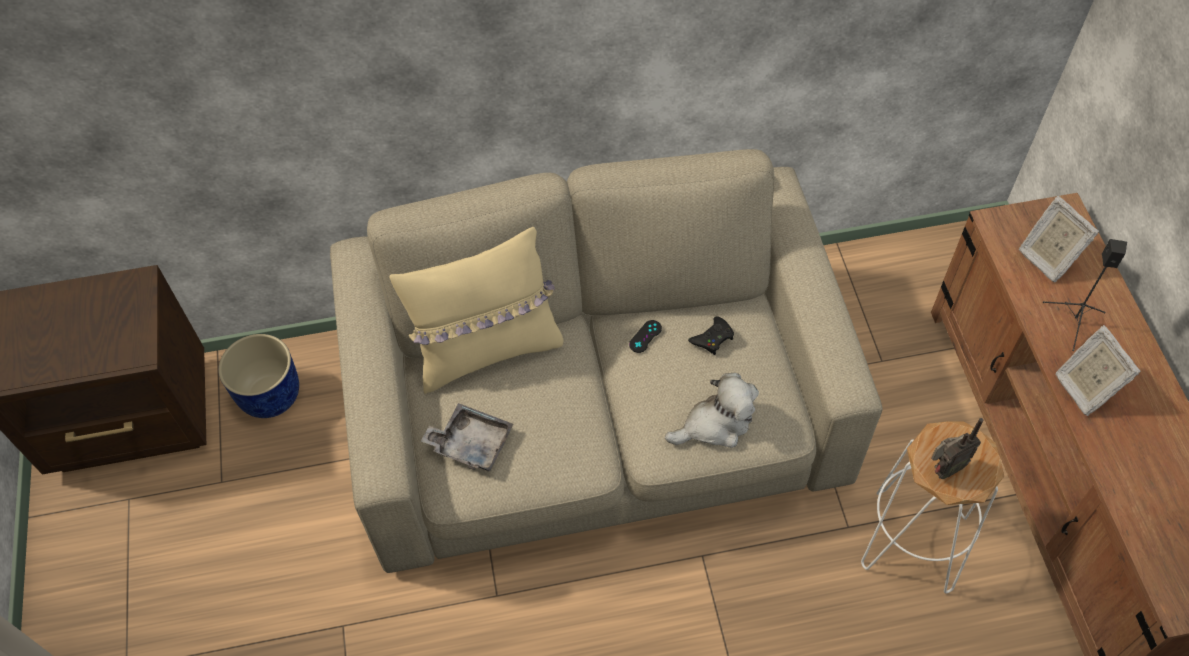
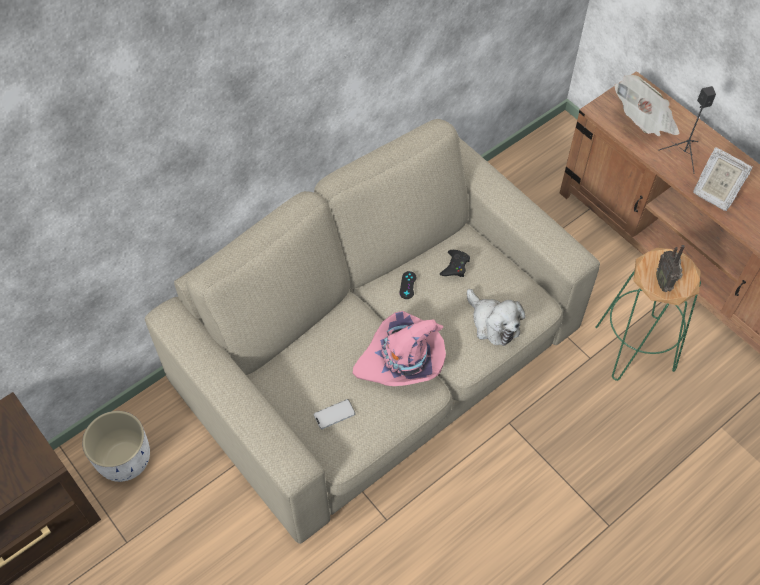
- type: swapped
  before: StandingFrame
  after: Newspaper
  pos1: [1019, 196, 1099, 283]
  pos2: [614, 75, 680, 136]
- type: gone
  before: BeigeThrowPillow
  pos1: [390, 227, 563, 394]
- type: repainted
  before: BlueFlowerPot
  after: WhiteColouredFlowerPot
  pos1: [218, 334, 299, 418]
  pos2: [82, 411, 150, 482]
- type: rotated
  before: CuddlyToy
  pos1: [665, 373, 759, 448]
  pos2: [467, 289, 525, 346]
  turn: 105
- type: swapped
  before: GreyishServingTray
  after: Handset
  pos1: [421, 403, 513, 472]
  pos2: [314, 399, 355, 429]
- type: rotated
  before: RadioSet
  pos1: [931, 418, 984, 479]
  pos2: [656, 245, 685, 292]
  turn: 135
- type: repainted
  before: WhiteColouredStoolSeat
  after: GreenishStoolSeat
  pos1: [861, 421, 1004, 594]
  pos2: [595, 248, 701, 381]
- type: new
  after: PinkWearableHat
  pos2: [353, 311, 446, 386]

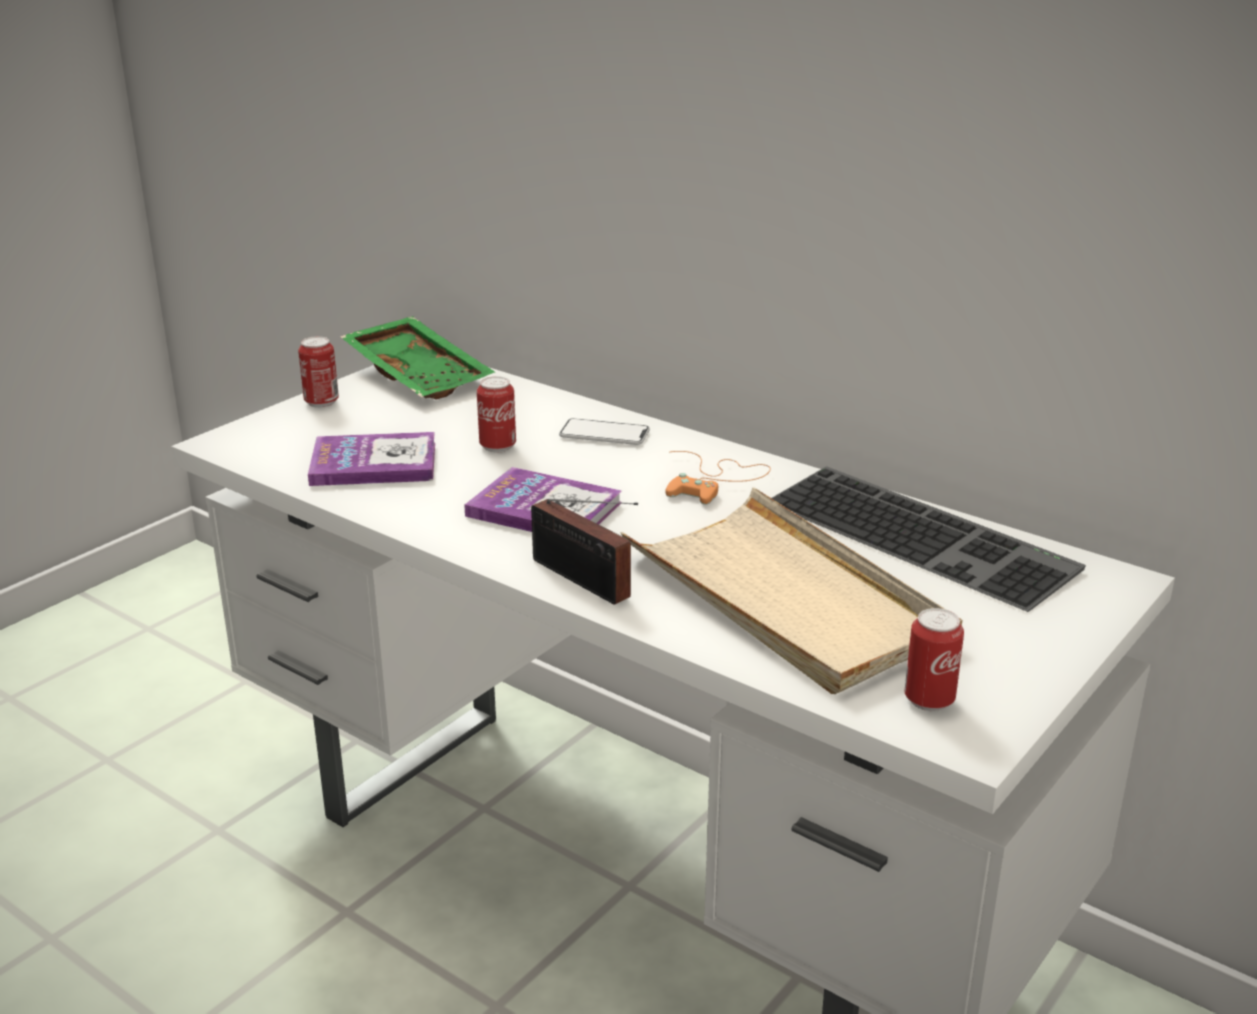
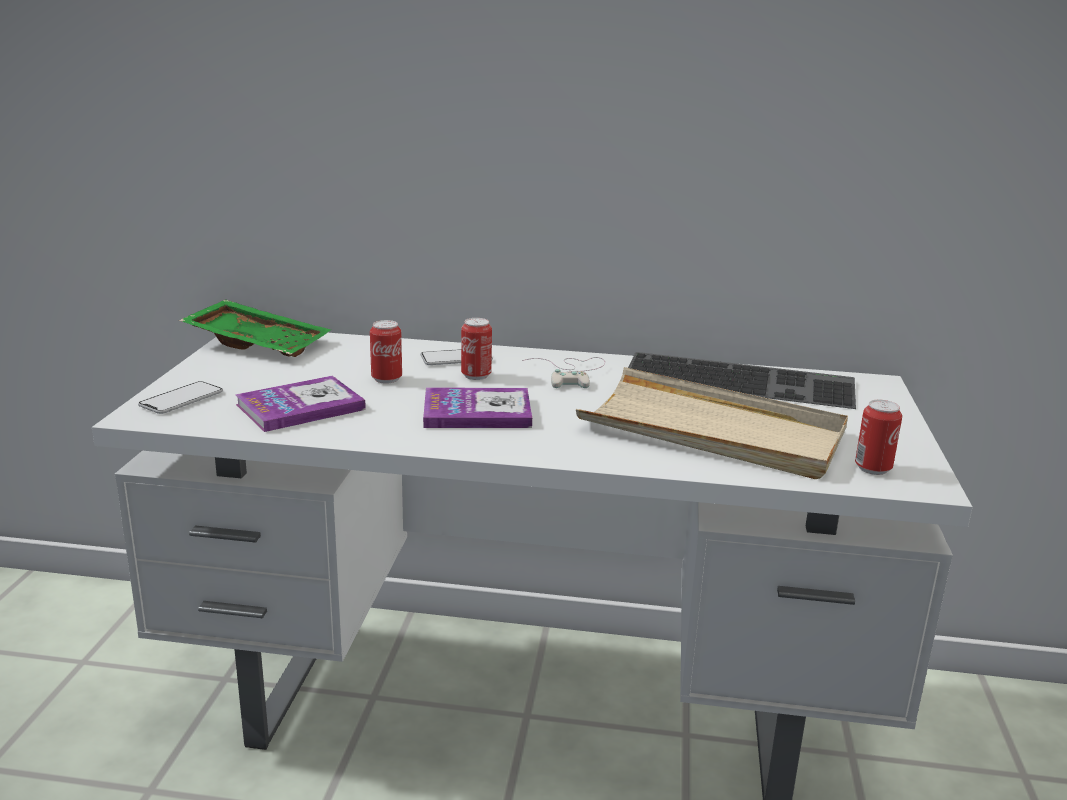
- type: shifted
  before: Can
  pos1: [298, 336, 339, 408]
  pos2: [461, 318, 492, 380]
- type: repainted
  before: OrangeyGameController
  after: WhiteColouredGameController
  pos1: [665, 451, 771, 505]
  pos2: [522, 357, 605, 388]
- type: gone
  before: RadioSet
  pos1: [531, 499, 638, 605]
- type: new
  after: Handset
  pos2: [138, 381, 223, 414]

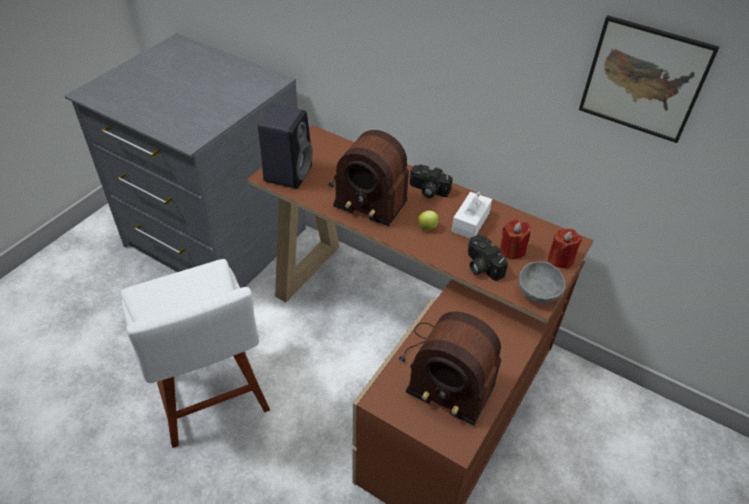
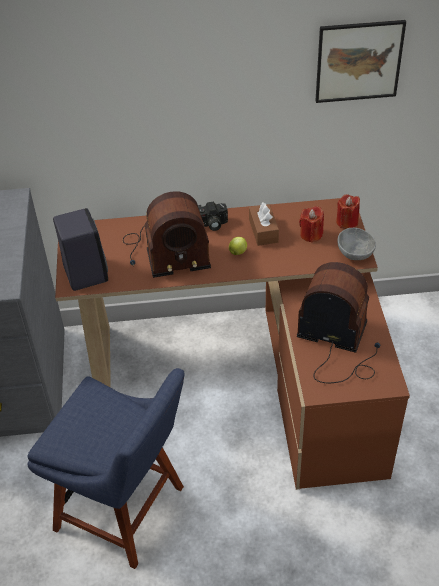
- type: repainted
  before: WhiteColouredTissueHolder
  after: BrownTissueHolder
  pos1: [451, 191, 492, 238]
  pos2: [249, 202, 279, 246]
- type: gone
  before: PhotoCamera
  pos1: [467, 234, 508, 281]
- type: repainted
  before: WhiteColouredUprightChair
  after: BlueUprightChair
  pos1: [121, 259, 270, 448]
  pos2: [27, 368, 185, 569]
- type: rotated
  before: RadioSet
  pos1: [399, 312, 502, 426]
  pos2: [297, 262, 380, 384]
  turn: -150

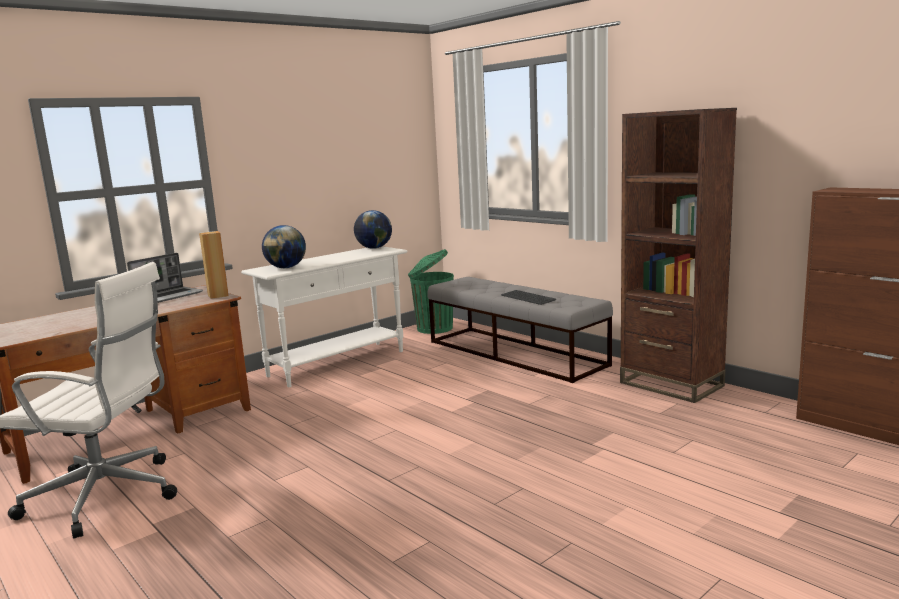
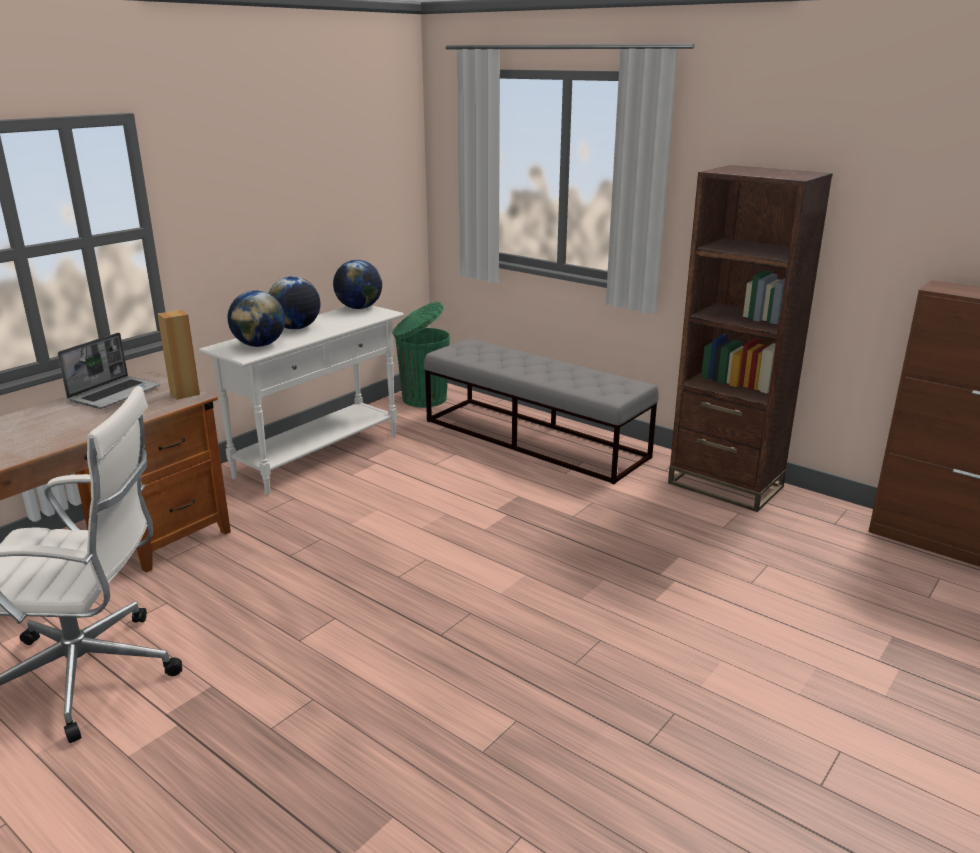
- type: gone
  before: PcKeyboard
  pos1: [501, 290, 556, 305]
- type: new
  after: WorldGlobe
  pos2: [268, 276, 320, 329]

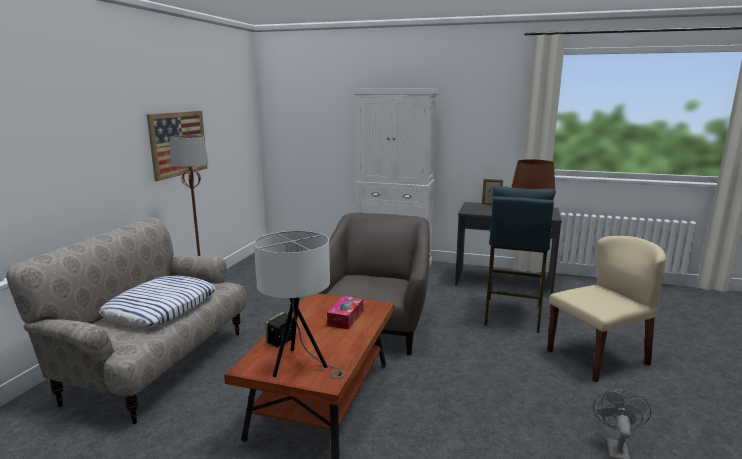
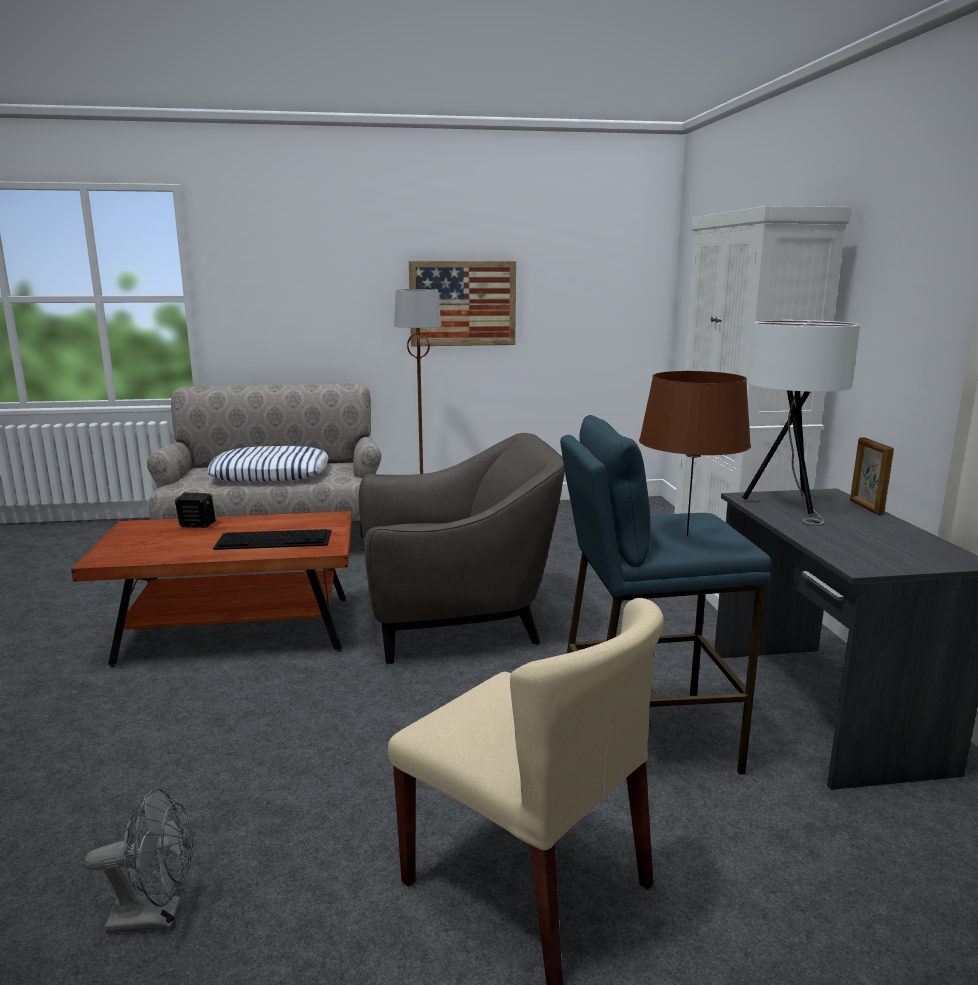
- type: shifted
  before: WhiteColouredTableLamp
  pos1: [254, 230, 345, 379]
  pos2: [742, 320, 860, 525]
- type: swapped
  before: TissueHolder
  after: PcKeyboard
  pos1: [327, 296, 363, 330]
  pos2: [213, 529, 332, 550]

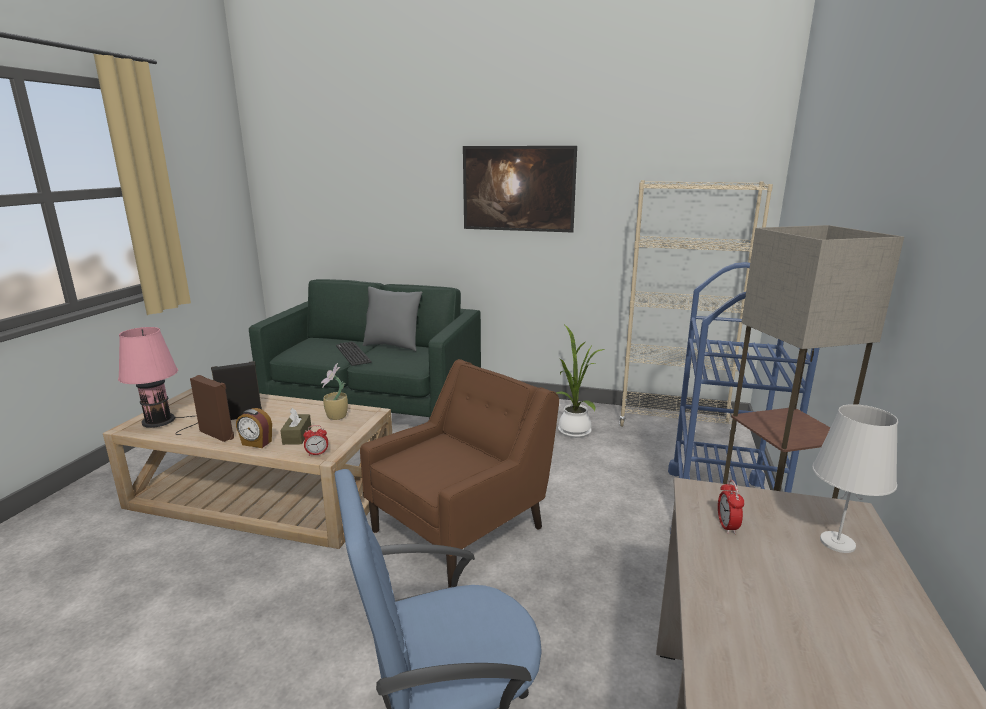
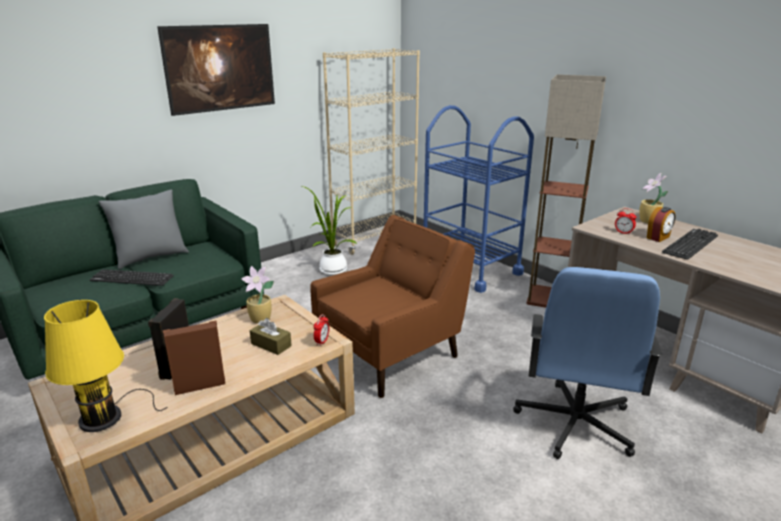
- type: repainted
  before: PinkTableLamp
  after: YellowTableLamp
  pos1: [118, 327, 197, 435]
  pos2: [44, 300, 168, 432]
- type: rotated
  before: BrownArmchair
  pos1: [360, 359, 559, 587]
  pos2: [310, 215, 475, 398]
  turn: 60
- type: swapped
  before: WhiteColouredTableLamp
  after: PottedPlant
  pos1: [812, 404, 898, 553]
  pos2: [639, 173, 668, 223]
- type: shifted
  before: AlarmClock
  pos1: [236, 408, 272, 448]
  pos2: [647, 207, 675, 242]
- type: new
  after: PcKeyboard
  pos2: [662, 229, 718, 260]

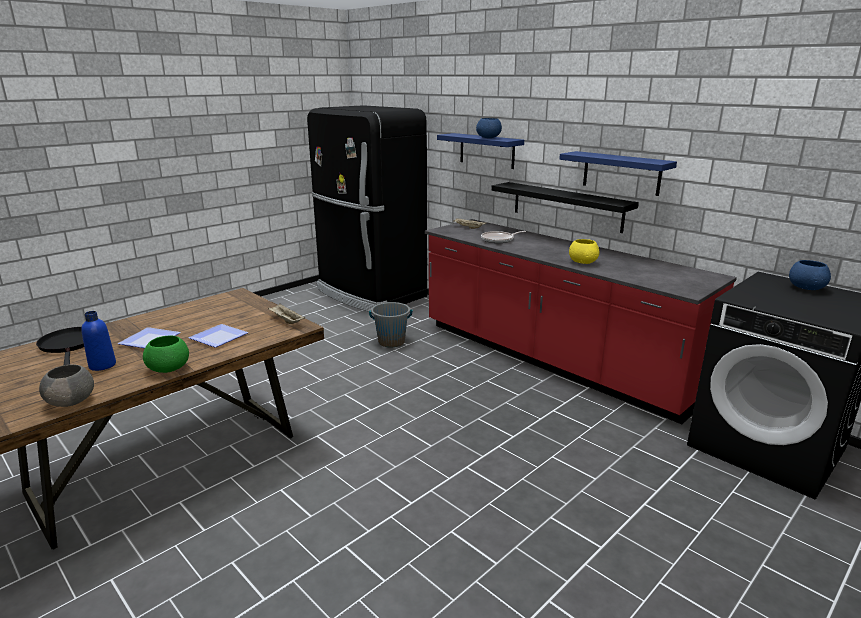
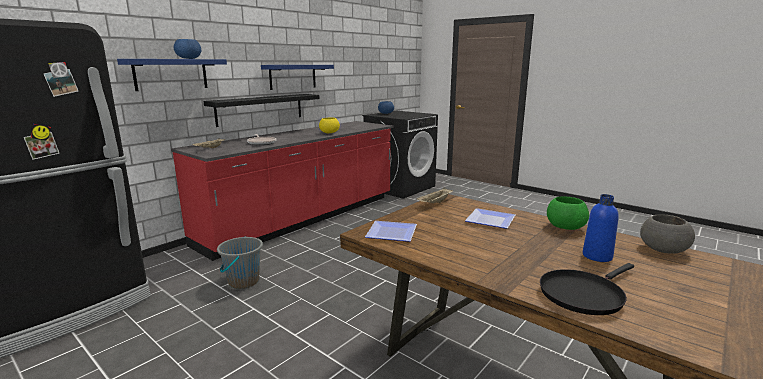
- type: shifted
  before: DinnerPlate
  pos1: [117, 327, 181, 348]
  pos2: [365, 221, 417, 242]

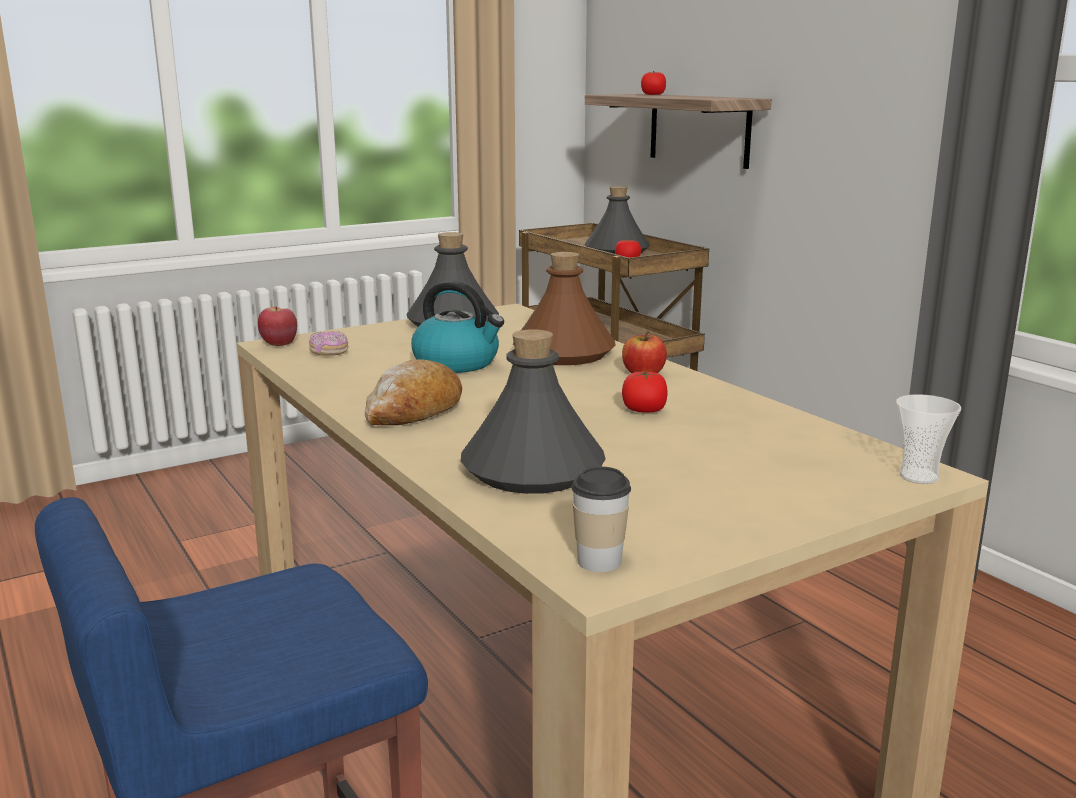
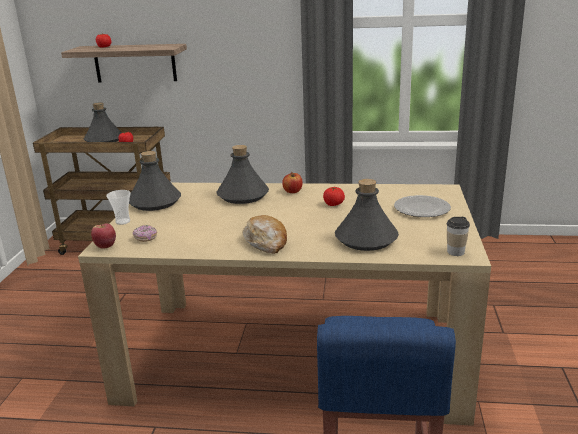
- type: repainted
  before: BrownBeverageBottle
  after: GreyishBeverageBottle
  pos1: [513, 252, 616, 365]
  pos2: [216, 145, 269, 204]
- type: gone
  before: TeaKettle
  pos1: [411, 281, 504, 373]
- type: shifted
  before: Cup
  pos1: [896, 394, 961, 484]
  pos2: [106, 190, 131, 225]
- type: new
  after: DinnerPlate
  pos2: [394, 195, 451, 217]

